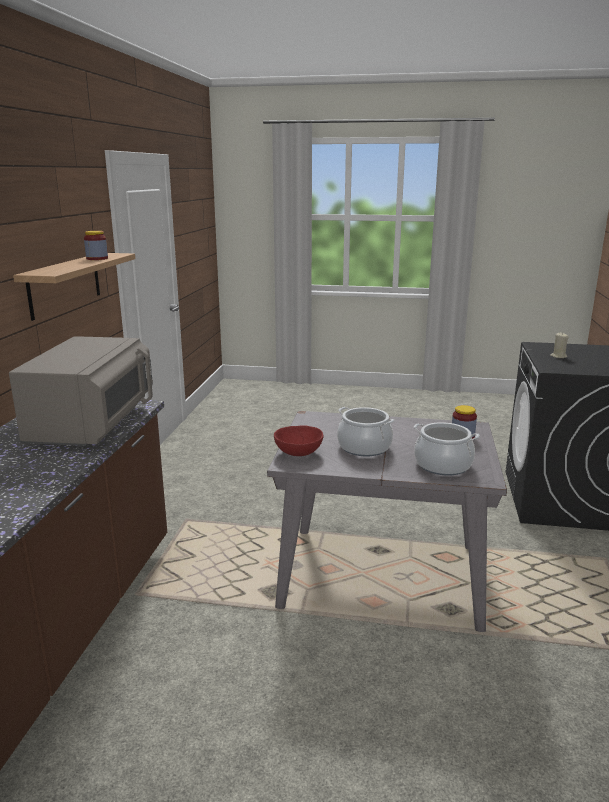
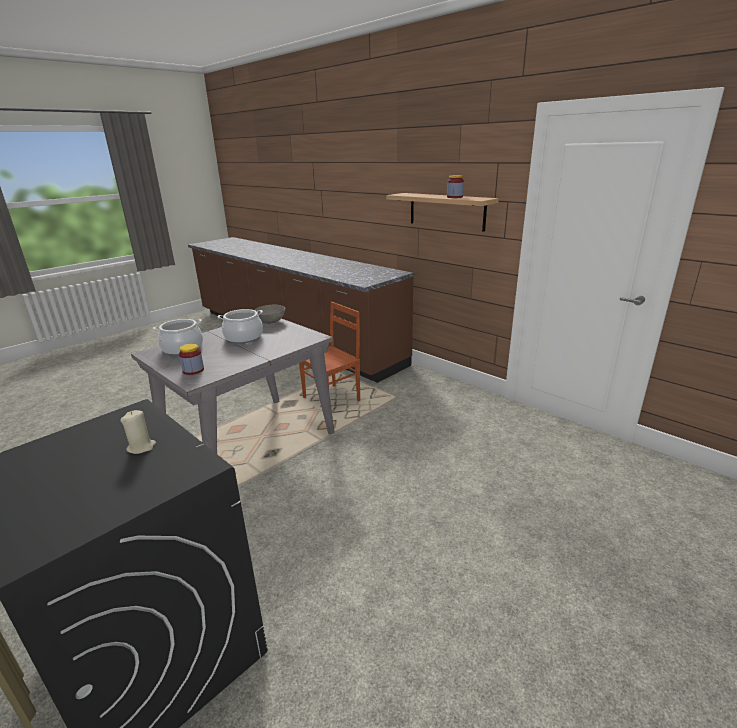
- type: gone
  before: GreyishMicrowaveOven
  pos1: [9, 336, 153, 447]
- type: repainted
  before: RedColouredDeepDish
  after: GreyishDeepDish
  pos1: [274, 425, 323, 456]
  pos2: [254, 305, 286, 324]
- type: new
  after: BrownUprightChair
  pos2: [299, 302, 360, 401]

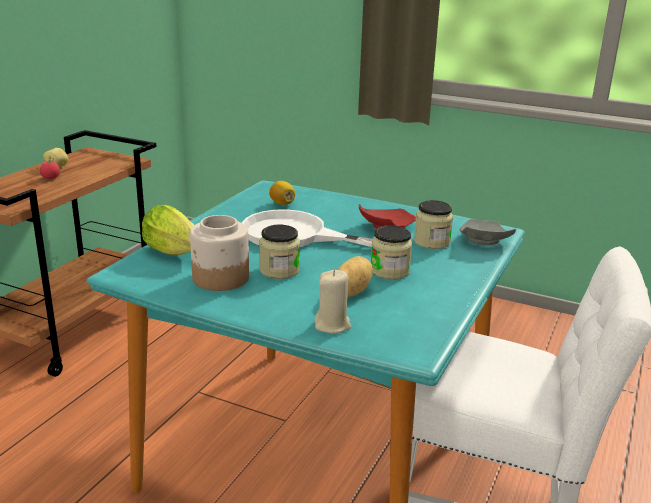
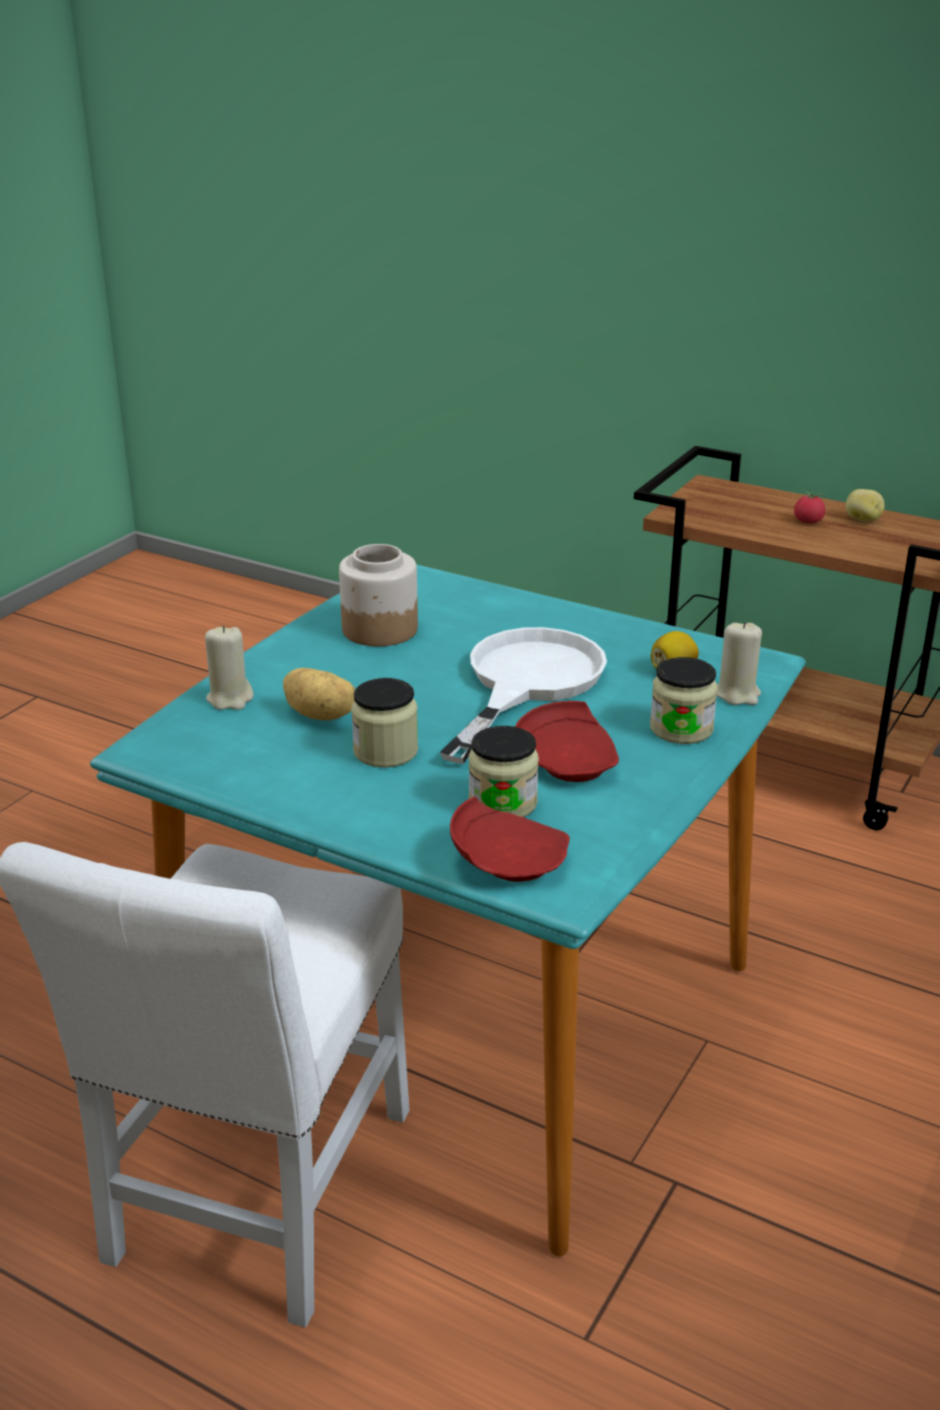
- type: gone
  before: HeadOfLettuce
  pos1: [142, 205, 194, 255]
- type: repainted
  before: GreyishDinnerPlate
  after: RedColouredDinnerPlate
  pos1: [459, 219, 516, 245]
  pos2: [450, 797, 570, 882]
- type: shifted
  before: StorageJar
  pos1: [259, 225, 300, 279]
  pos2: [650, 657, 718, 744]
- type: new
  after: BeigeCandle
  pos2: [717, 621, 762, 705]

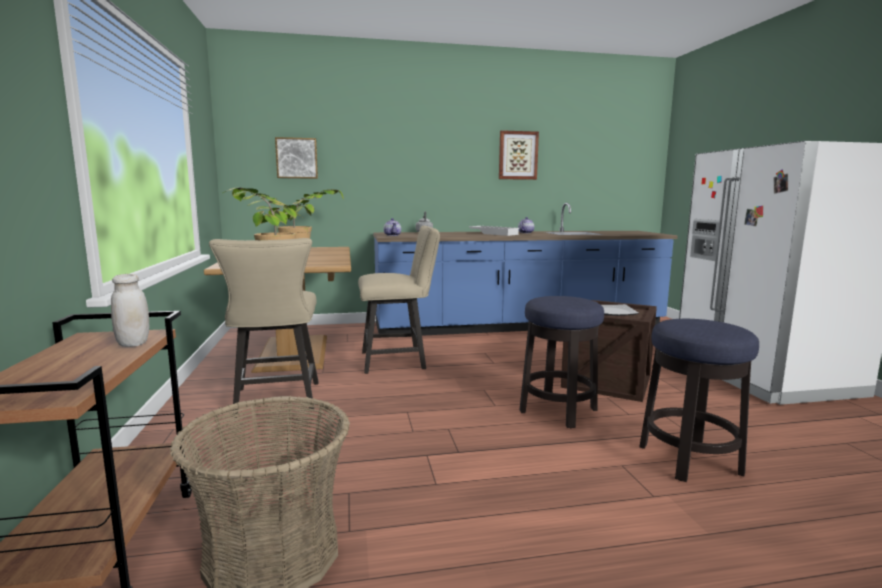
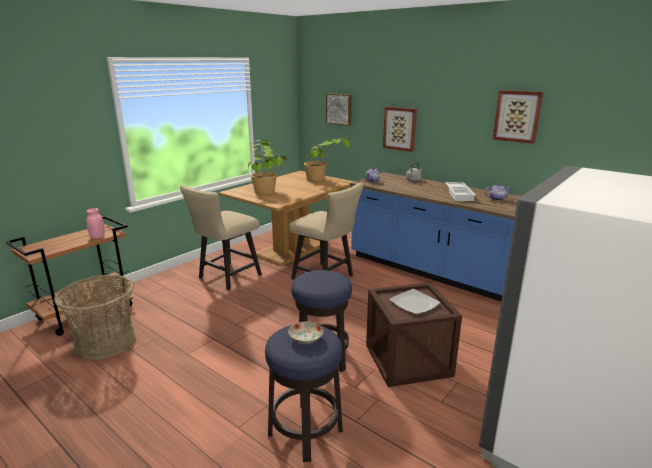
- type: repainted
  before: WhiteColouredStorageJar
  after: PinkStorageJar
  pos1: [111, 274, 149, 347]
  pos2: [86, 208, 105, 239]
- type: new
  after: Picture
  pos2: [383, 107, 417, 152]
- type: new
  after: DinnerPlate
  pos2: [288, 322, 323, 343]

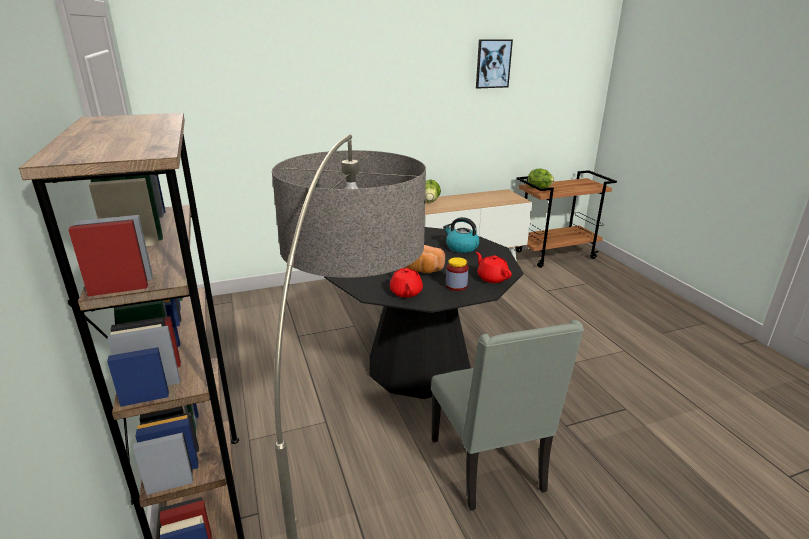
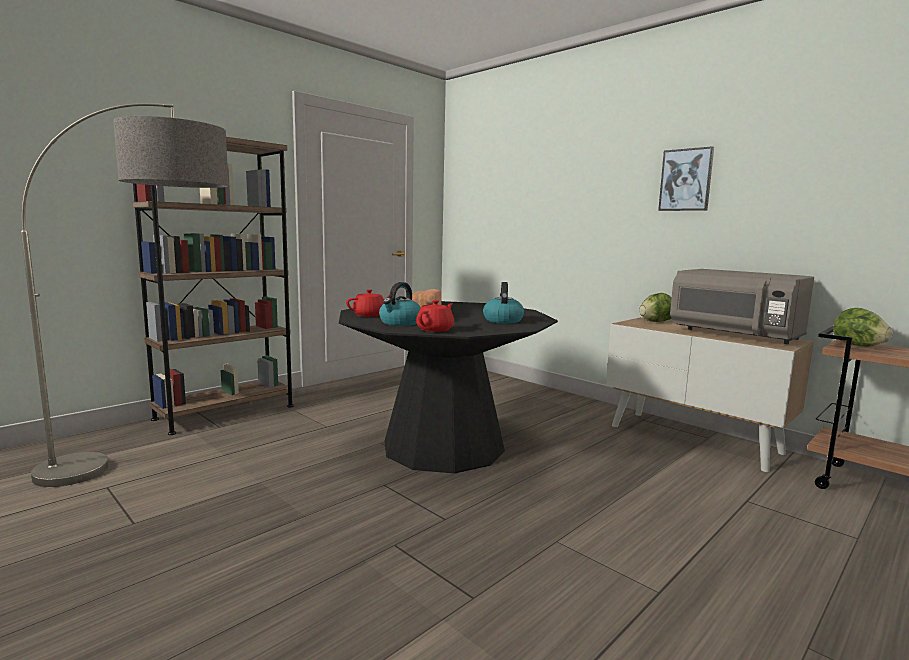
- type: shifted
  before: Picture
  pos1: [476, 39, 513, 88]
  pos2: [658, 146, 714, 211]
- type: swapped
  before: StorageJar
  after: TeaKettle
  pos1: [446, 257, 469, 291]
  pos2: [379, 282, 421, 326]
- type: gone
  before: GreyishUprightChair
  pos1: [431, 320, 584, 511]
- type: new
  after: GreyishMicrowaveOven
  pos2: [670, 269, 814, 344]

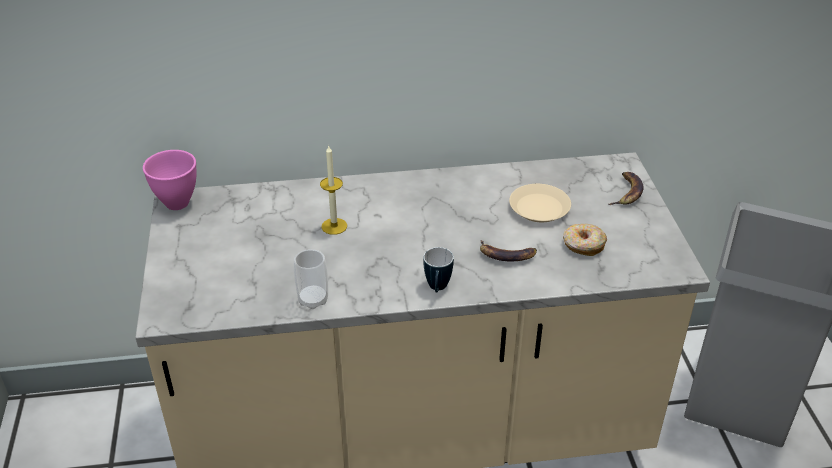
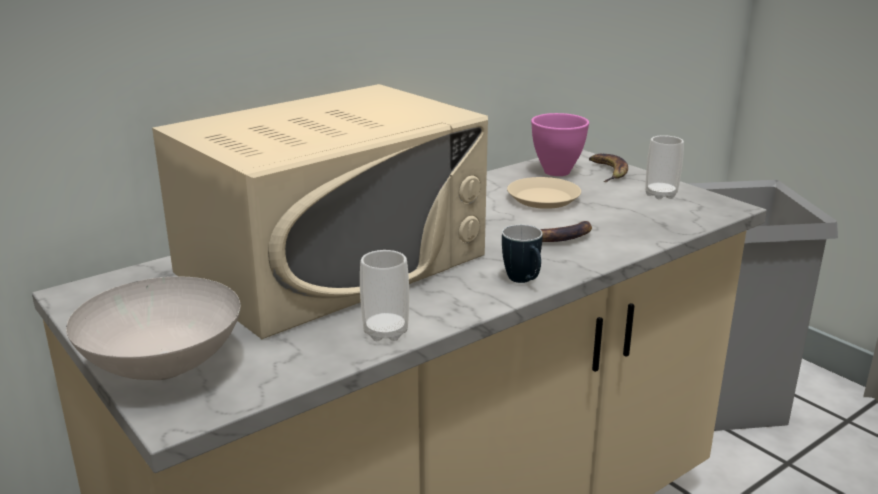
- type: swapped
  before: Candle
  after: BeigeMicrowaveOven
  pos1: [320, 145, 347, 235]
  pos2: [152, 84, 488, 339]
- type: shifted
  before: PinkDeepDish
  pos1: [143, 150, 196, 210]
  pos2: [531, 113, 589, 176]
- type: gone
  before: RingDoughnut
  pos1: [563, 224, 607, 256]
- type: new
  after: Cup
  pos2: [645, 135, 684, 199]
- type: new
  after: WhiteColouredDeepDish
  pos2: [66, 277, 241, 380]

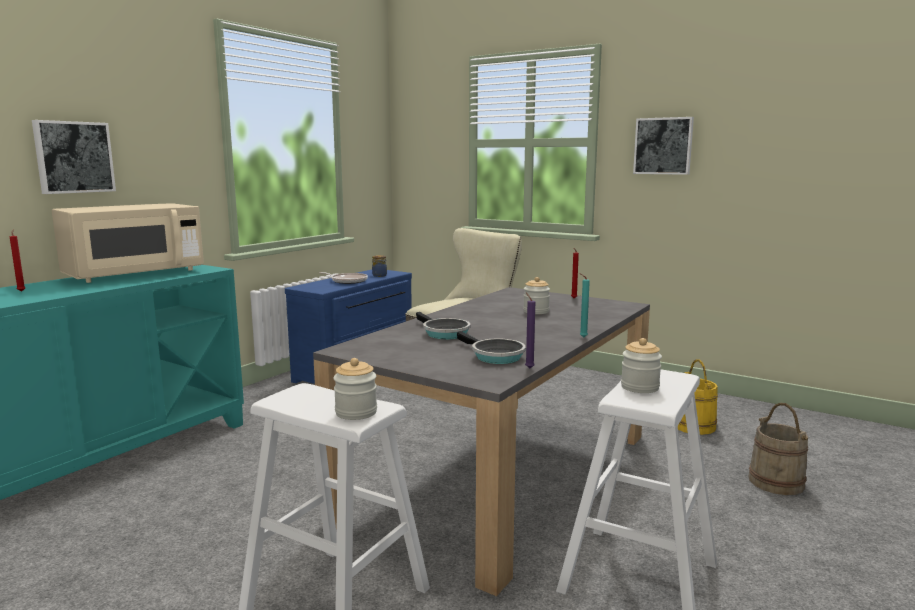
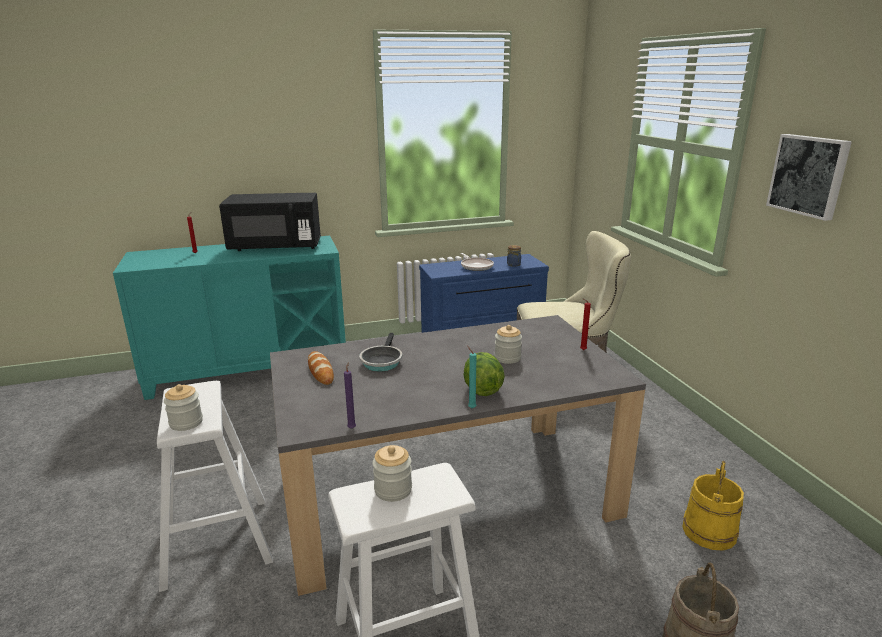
- type: gone
  before: Picture
  pos1: [32, 120, 116, 194]
- type: repainted
  before: BeigeMicrowaveOven
  after: BlackColouredMicrowaveOven
  pos1: [52, 203, 204, 283]
  pos2: [219, 193, 321, 251]
- type: gone
  before: Skillet
  pos1: [457, 331, 526, 364]
- type: new
  after: BakedBread
  pos2: [308, 351, 334, 385]
- type: new
  after: HeadOfLettuce
  pos2: [464, 352, 505, 396]

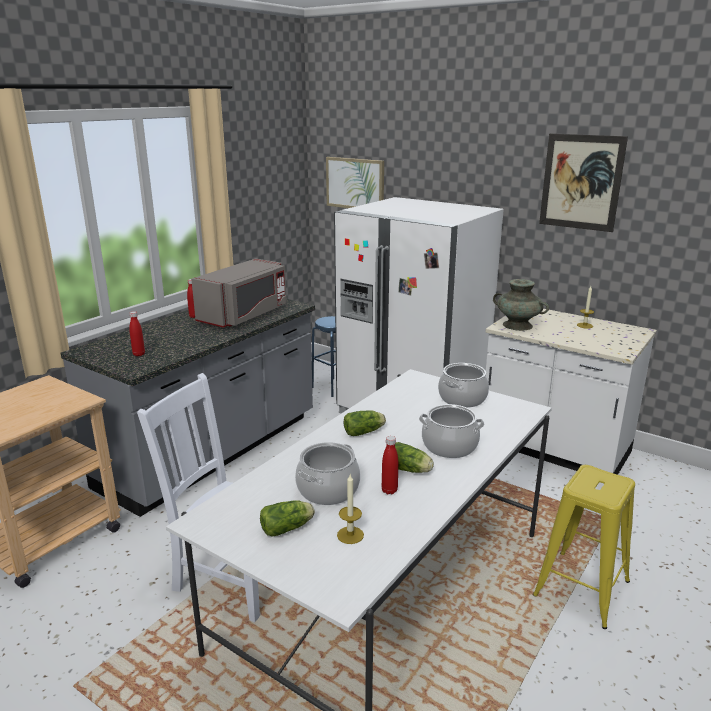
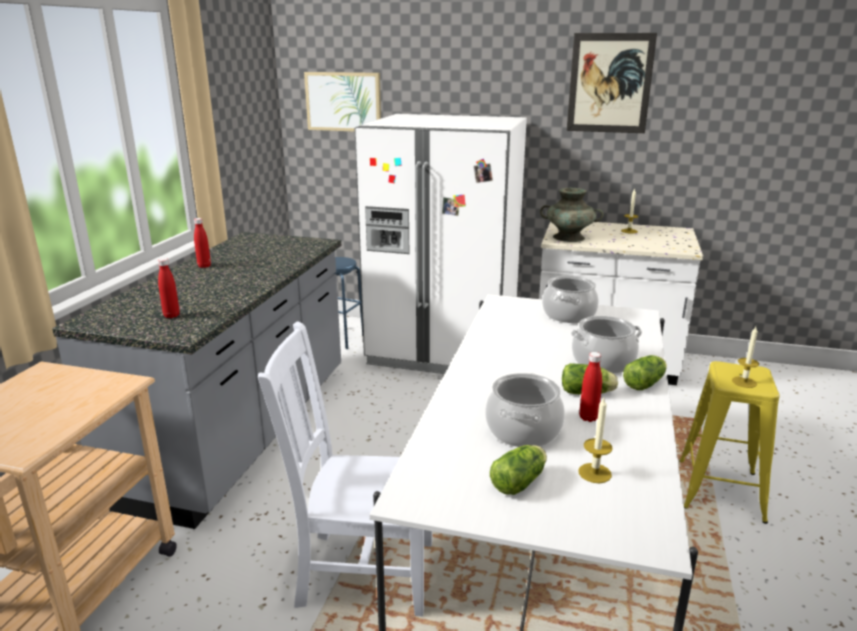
- type: gone
  before: GreyishMicrowaveOven
  pos1: [191, 258, 287, 328]
- type: shifted
  before: HeadOfLettuce
  pos1: [344, 410, 386, 436]
  pos2: [623, 355, 667, 390]
- type: new
  after: Candle
  pos2: [732, 327, 759, 388]

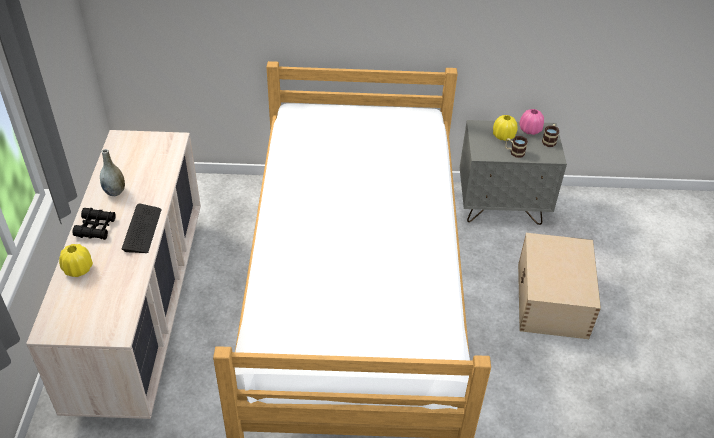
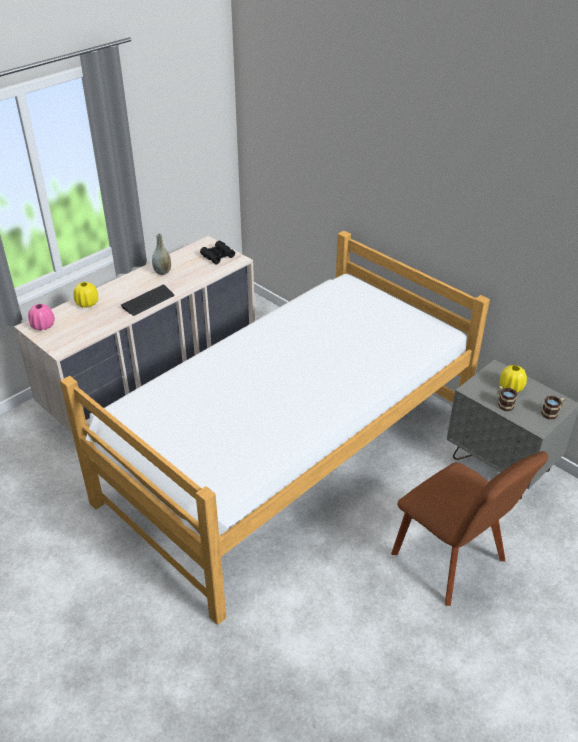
- type: shifted
  before: PinkFlowerVase
  pos1: [519, 109, 544, 135]
  pos2: [28, 304, 55, 331]
- type: shifted
  before: BlackColouredBinoculars
  pos1: [73, 208, 116, 240]
  pos2: [200, 241, 235, 265]
- type: swapped
  before: BeigeStorageBox
  after: BrownUprightChair
  pos1: [518, 233, 601, 339]
  pos2: [391, 451, 548, 606]

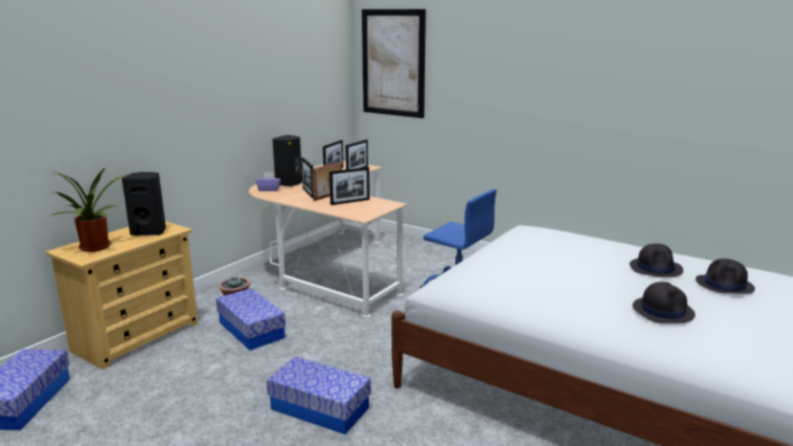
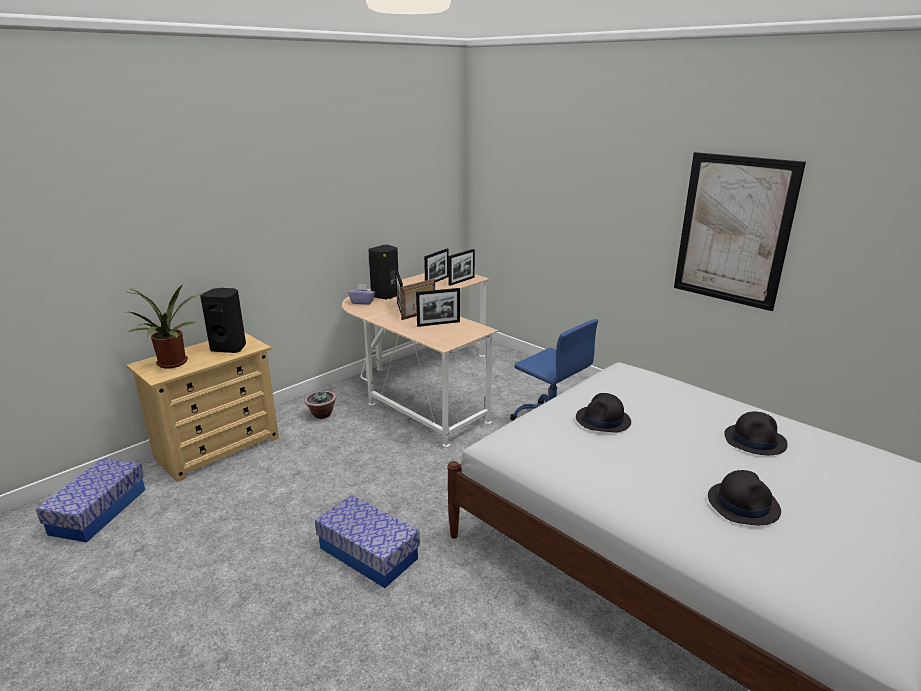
- type: shifted
  before: Picture
  pos1: [362, 9, 426, 118]
  pos2: [674, 152, 806, 311]
- type: shifted
  before: BlackColouredWearableHat
  pos1: [696, 259, 755, 294]
  pos2: [576, 393, 631, 432]
- type: gone
  before: StorageBox
  pos1: [216, 288, 286, 350]

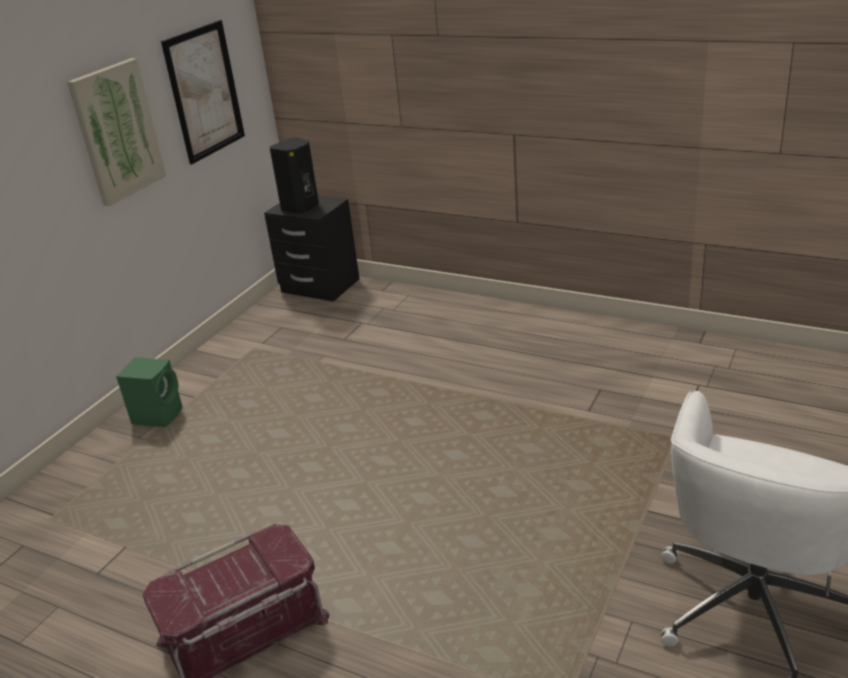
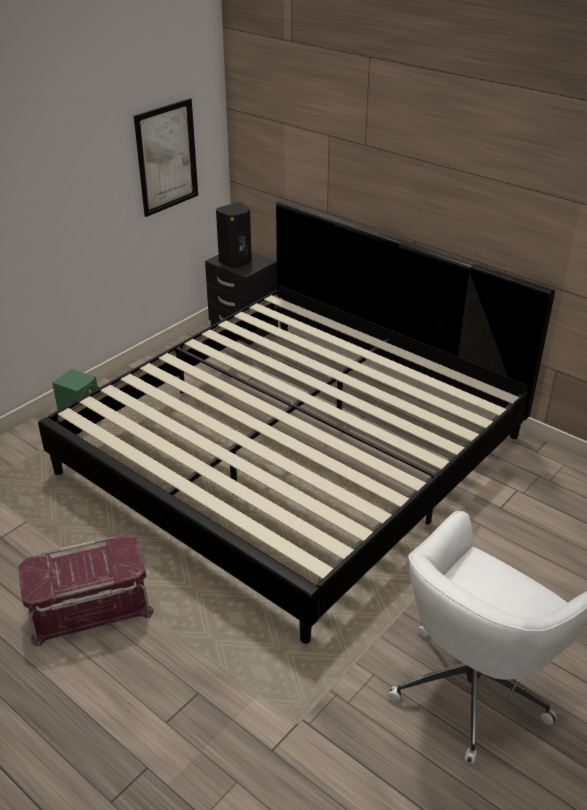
- type: gone
  before: Picture
  pos1: [67, 58, 166, 206]
- type: new
  after: Bed
  pos2: [38, 200, 555, 644]

